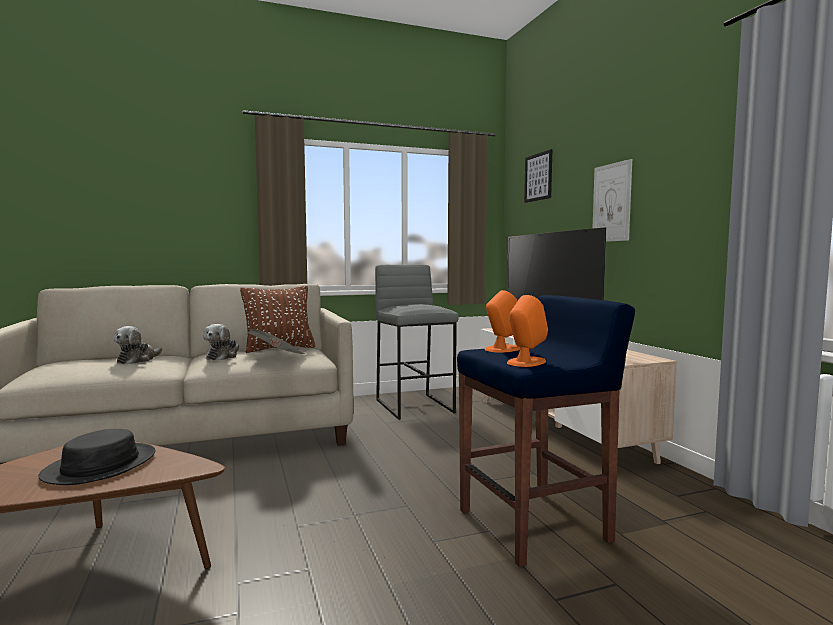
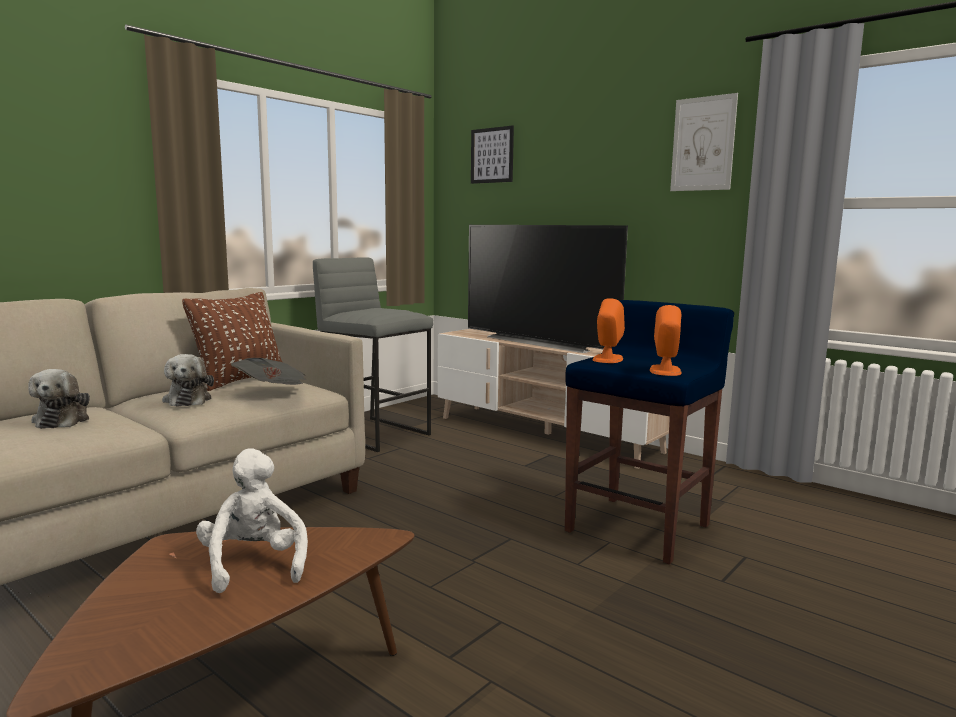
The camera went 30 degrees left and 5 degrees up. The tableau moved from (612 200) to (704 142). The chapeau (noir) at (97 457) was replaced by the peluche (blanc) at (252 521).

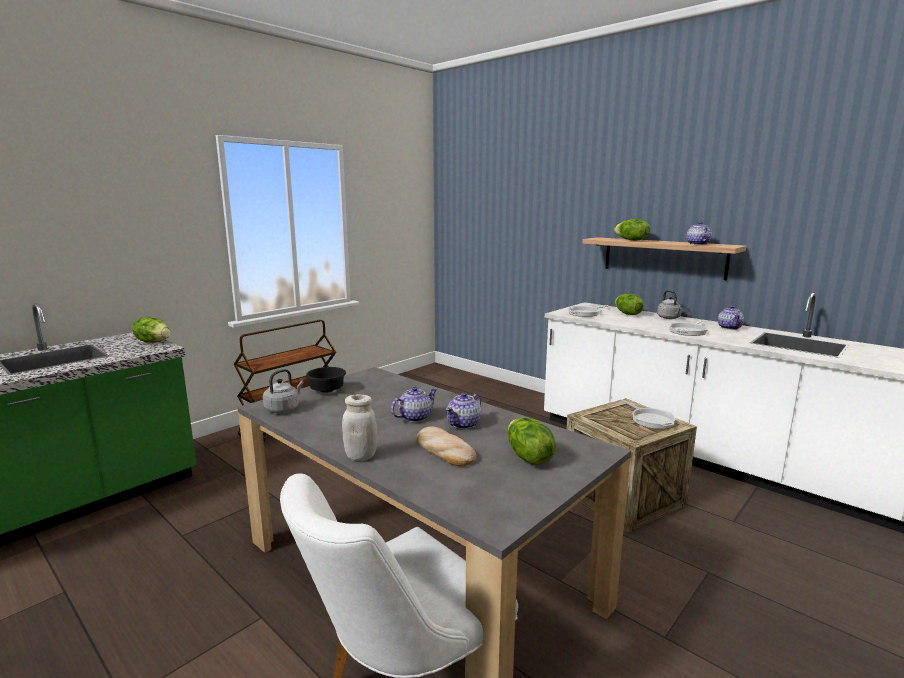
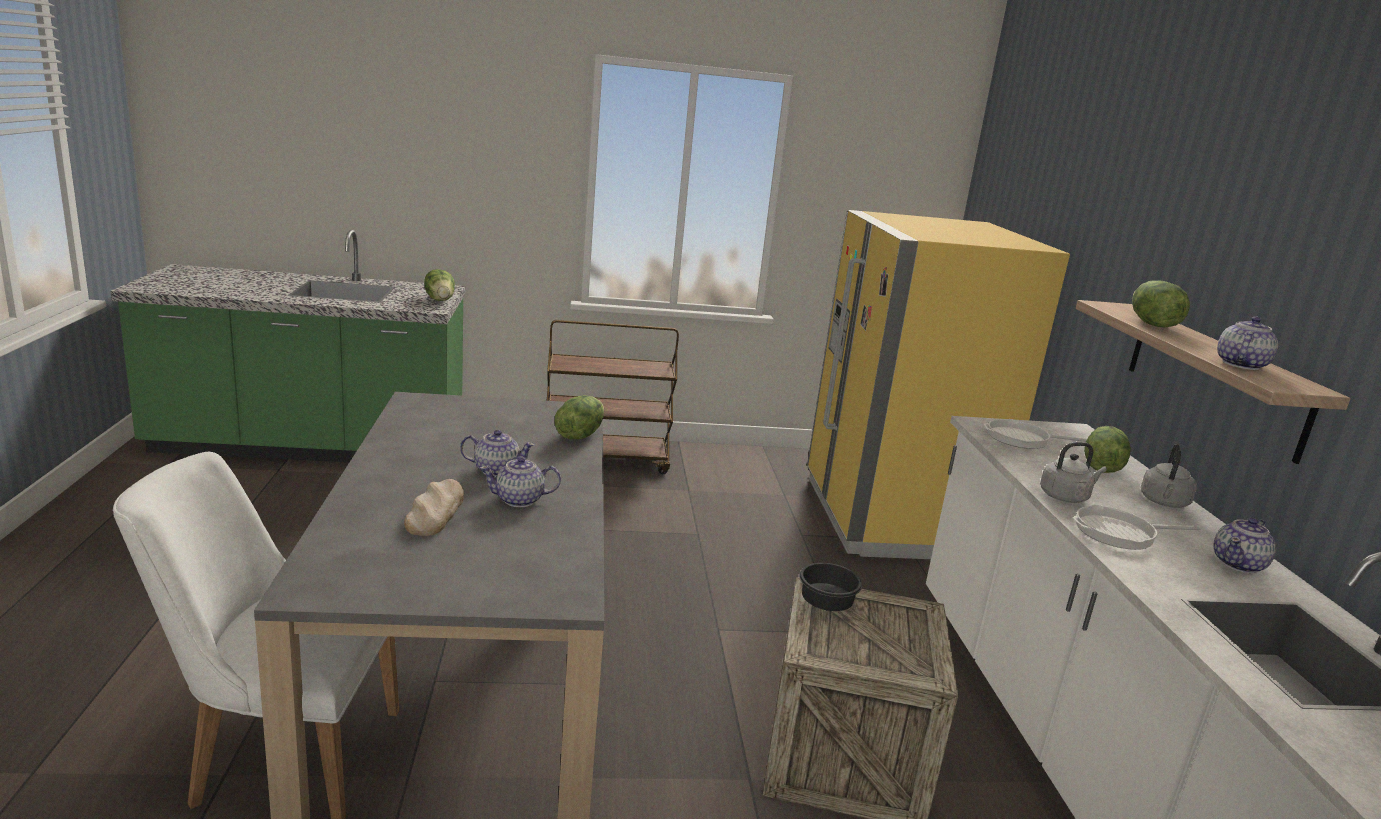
The camera went 40 degrees right and 5 degrees up. The bocal (blanc) at (359 427) disappeared. The poêle at (648 414) disappeared. The réfrigérateur (jaune) at (938 384) appeared. The bouilloire (gris) moved from (283 391) to (1073 472). The bol (noir) moved from (326 380) to (830 587). The laitue moved from (532 441) to (579 417).

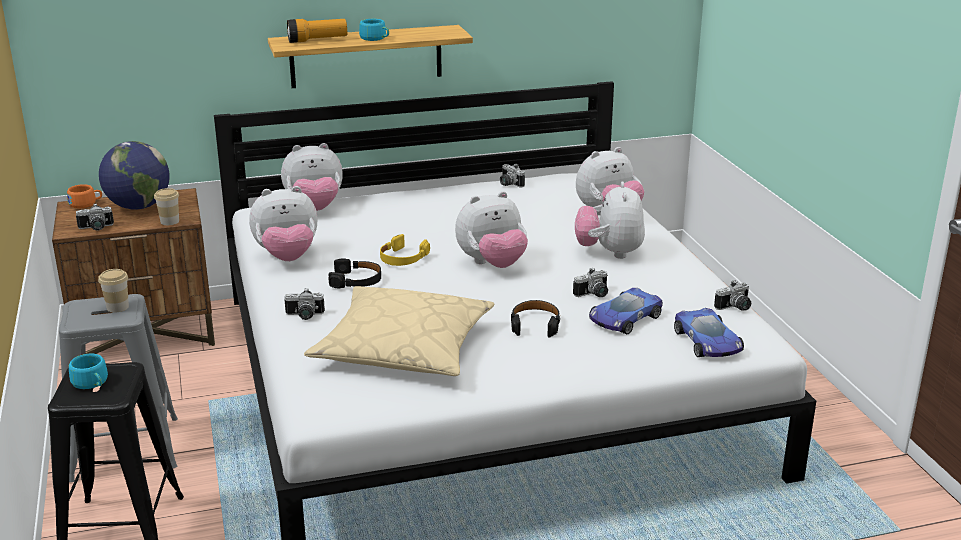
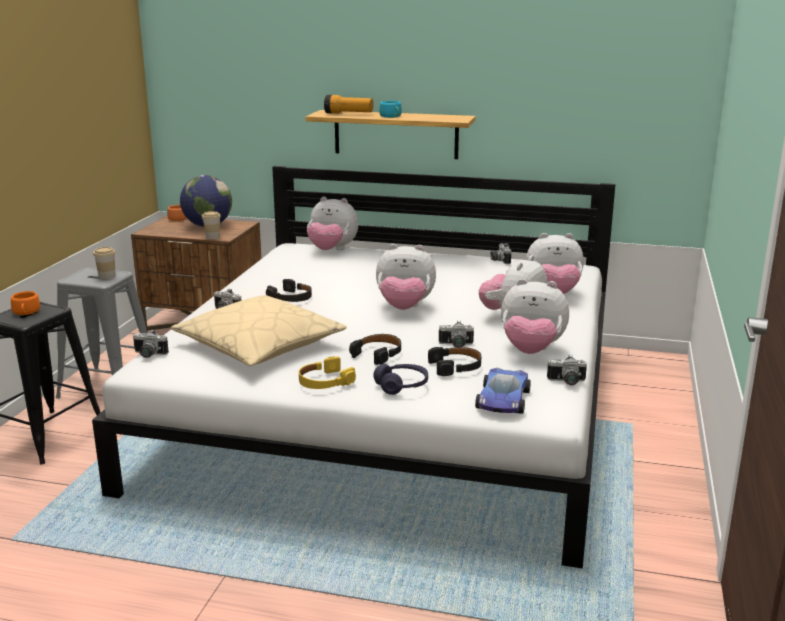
The camera went 30 degrees right and 5 degrees down. The casque audio (violet) at (400 379) appeared. The appareil photo moved from (95 217) to (151 343). The peluche moved from (283 223) to (535 316). The casque audio (jaune) moved from (405 250) to (327 373). The petite voiture at (626 311) was replaced by the casque audio (noir) at (454 361). The tasse (turquoise) at (88 371) became the tasse (orange) at (25 303).

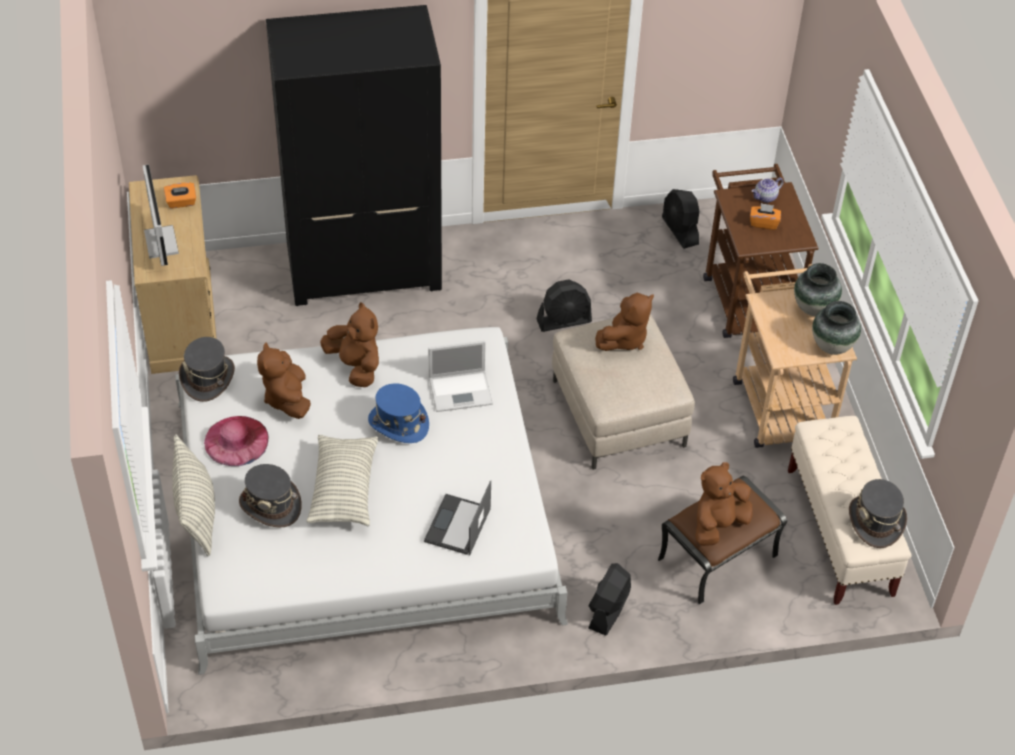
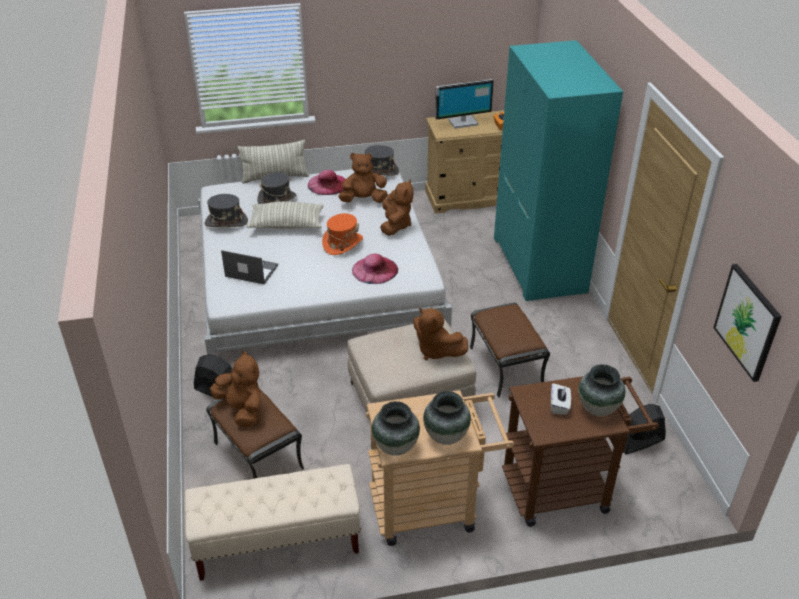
The camera went 90 degrees right and 10 degrees down. The tableau at (747 323) appeared. The chapeau (gris) moved from (878 513) to (226 210). The ordinateur portable at (460 376) was replaced by the chapeau (rose) at (375 269). The ventilateur (noir) at (564 306) was replaced by the pouf (marron) at (510 350). The théière at (768 190) was replaced by the vase at (601 390). The armoire (noir) at (354 155) became the armoire (turquoise) at (558 170). The chapeau (bleu) at (398 413) became the chapeau (orange) at (342 234). The boîte à mouchoirs (orange) at (765 216) became the boîte à mouchoirs (blanc) at (561 399). The peluche (marron) at (349 344) turned 45 degrees counterclockwise.

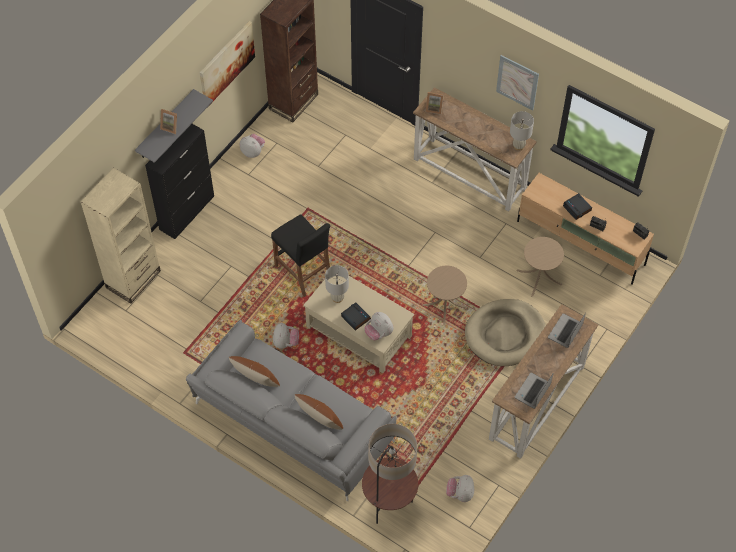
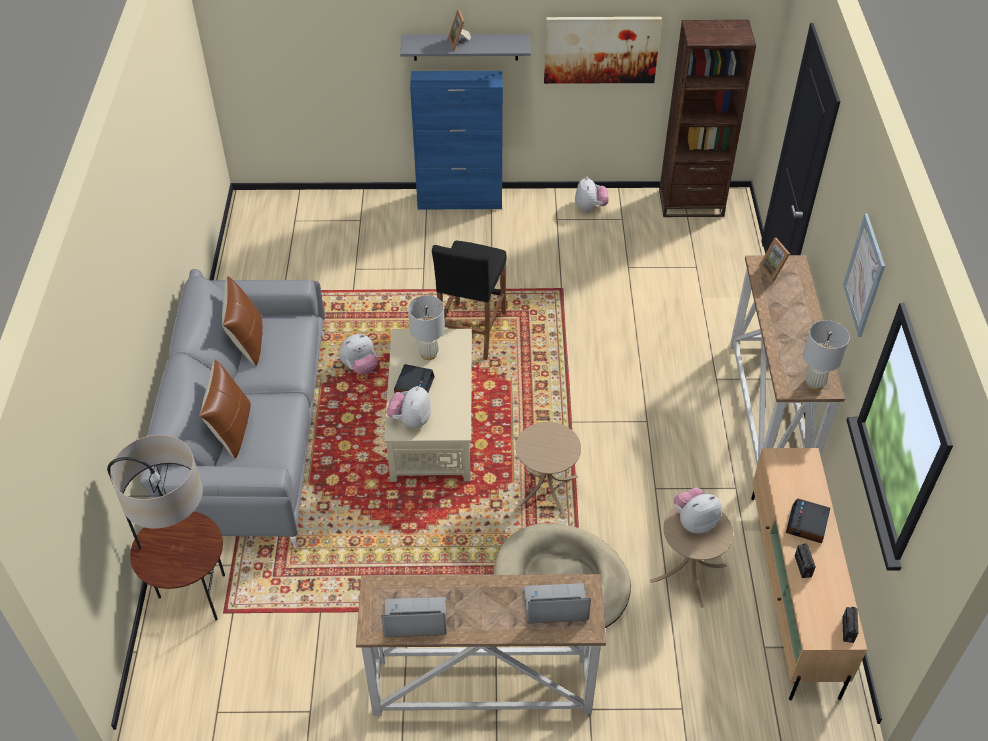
The camera went 55 degrees right and 10 degrees down. The bibliothèque (beige) at (120 235) disappeared. The peluche moved from (460 488) to (698 510). The meuble de rangement (noir) at (179 181) became the meuble de rangement (bleu) at (456 140).

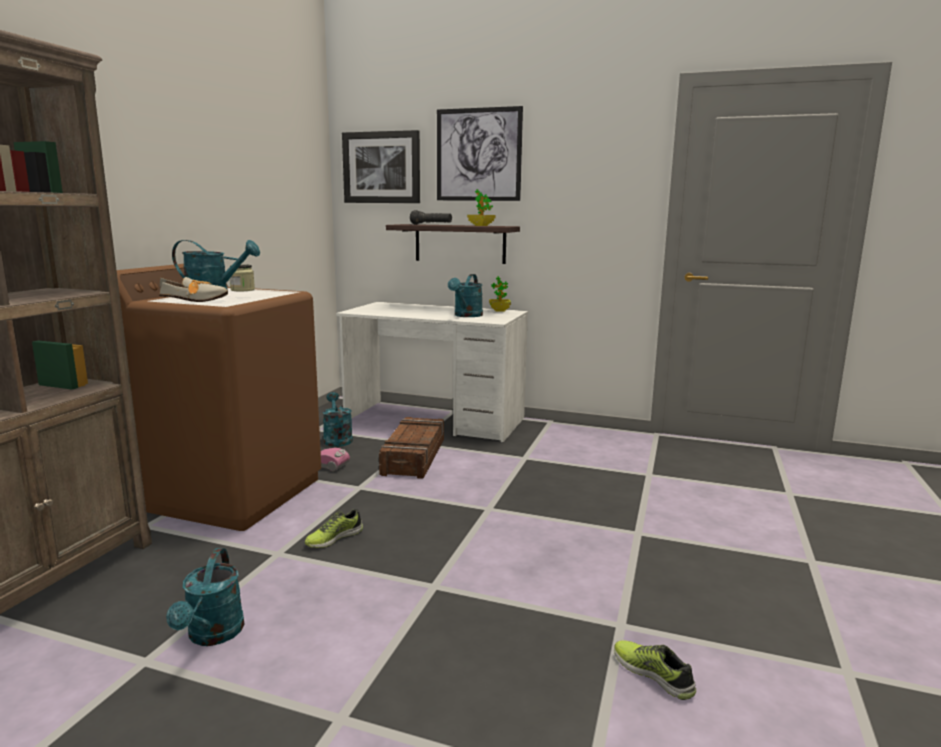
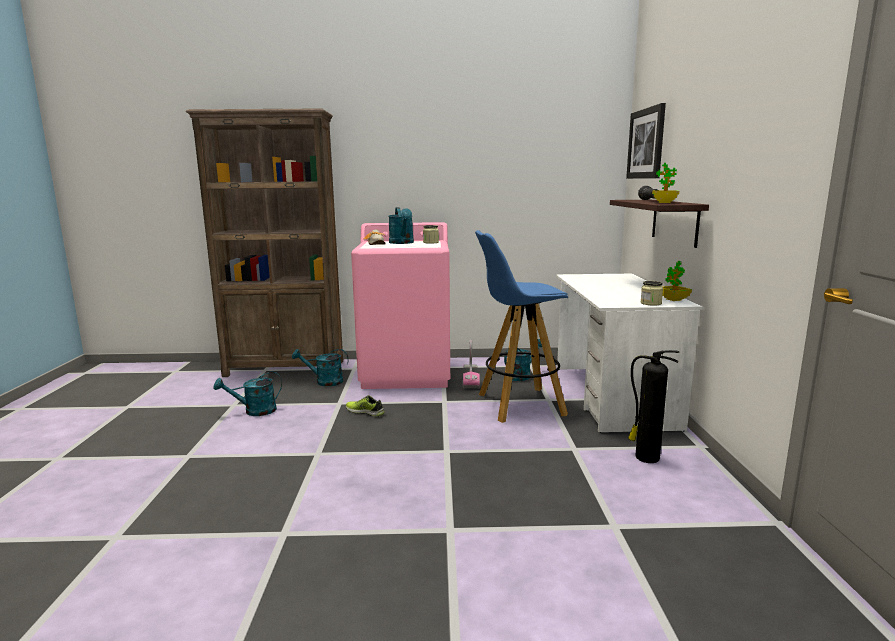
The camera went 70 degrees right and 0 degrees up. The tableau at (480 153) disappeared. The chaussure at (655 670) disappeared. The extincteur at (653 406) appeared. The bocal at (652 293) appeared. The arrosoir (turquoise) moved from (465 295) to (320 367). The caisse at (411 448) was replaced by the tabouret (bleu) at (521 326). The lave-linge (marron) at (219 397) became the lave-linge (rose) at (400 305).

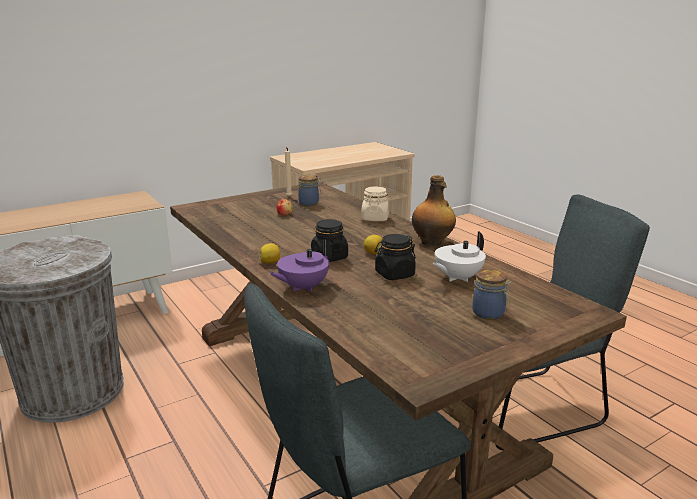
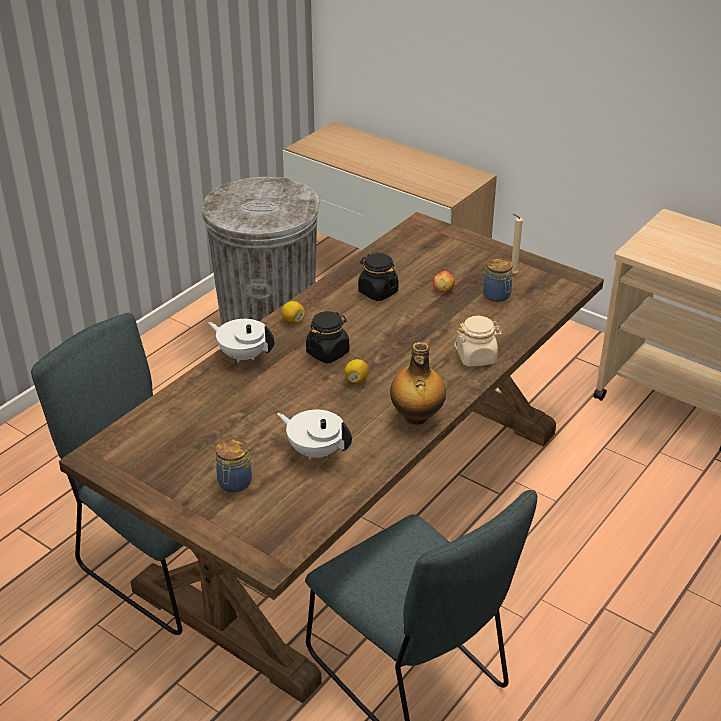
The camera went 70 degrees right and 15 degrees up. The bocal (noir) moved from (395 257) to (378 277). The théière (violet) at (300 265) became the théière (blanc) at (241 340).

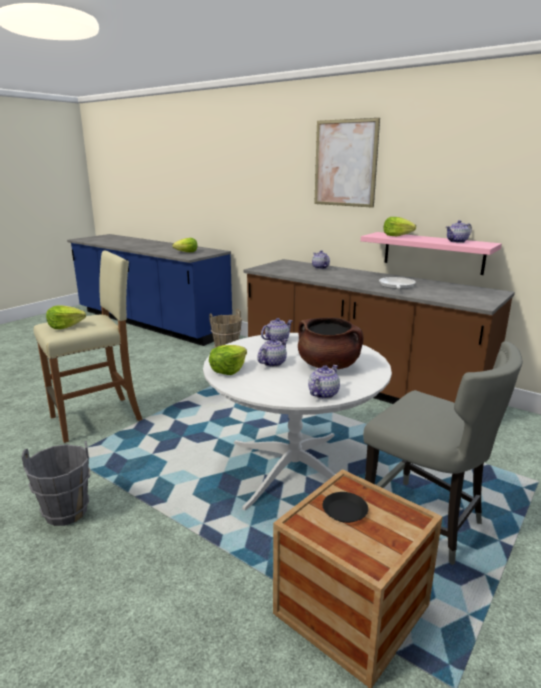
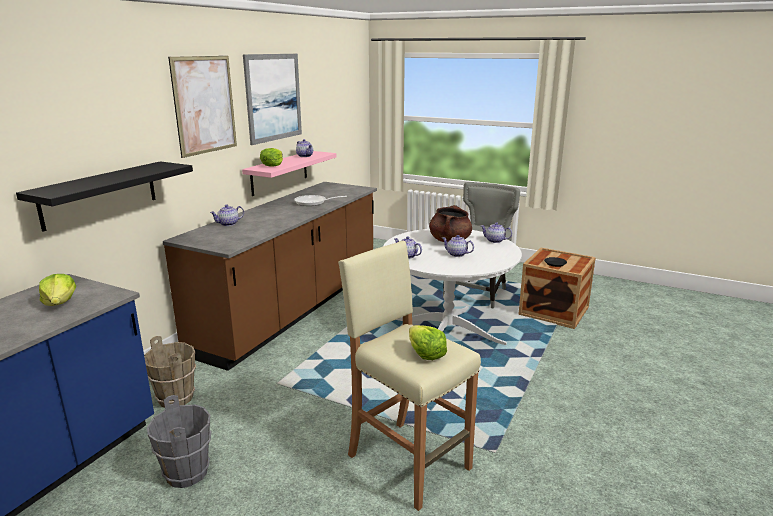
The camera went 100 degrees left and 0 degrees up. The laitue at (228 360) disappeared. The étagère (noir) at (104 196) appeared. The tableau at (272 99) appeared. The seau (gris) moved from (56 483) to (179 441).

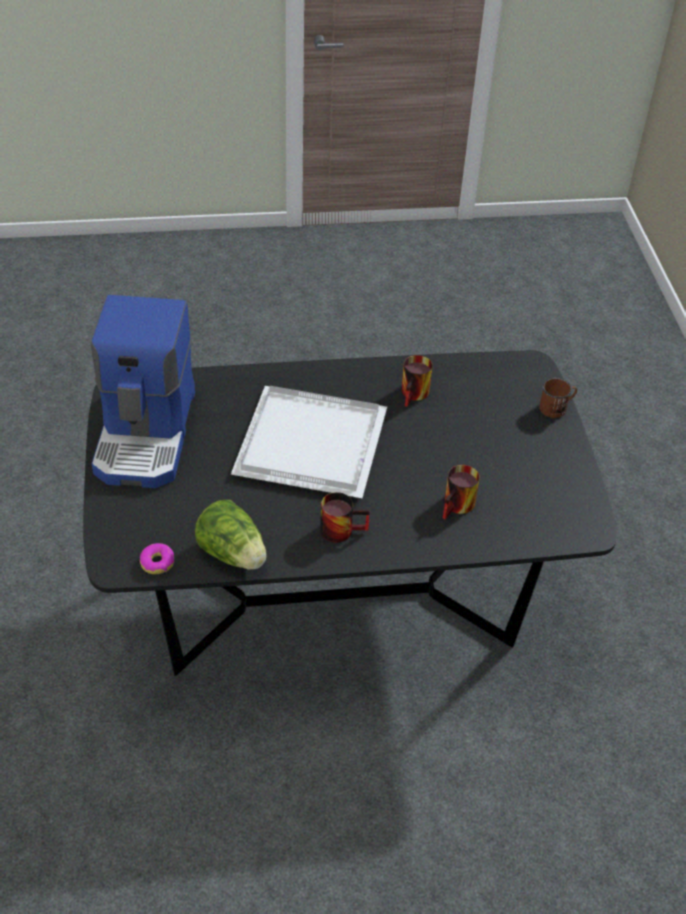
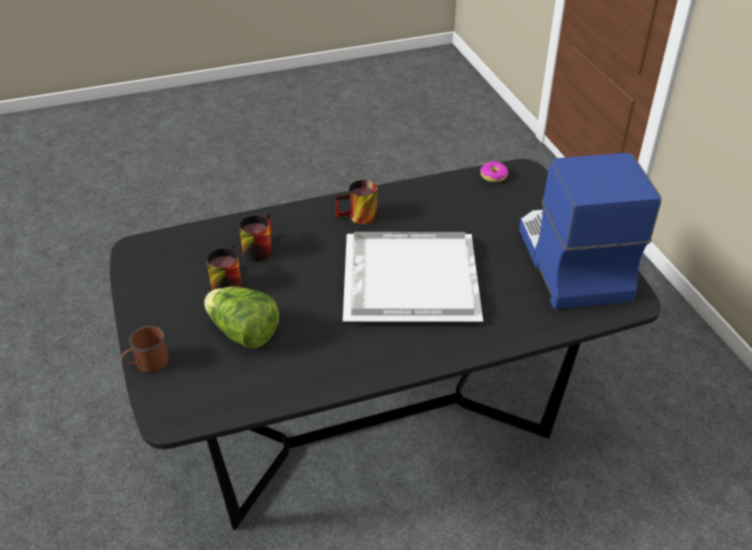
The camera went 170 degrees right and 5 degrees down. The laitue moved from (230 535) to (241 317). The mug moved from (417 381) to (224 266).

